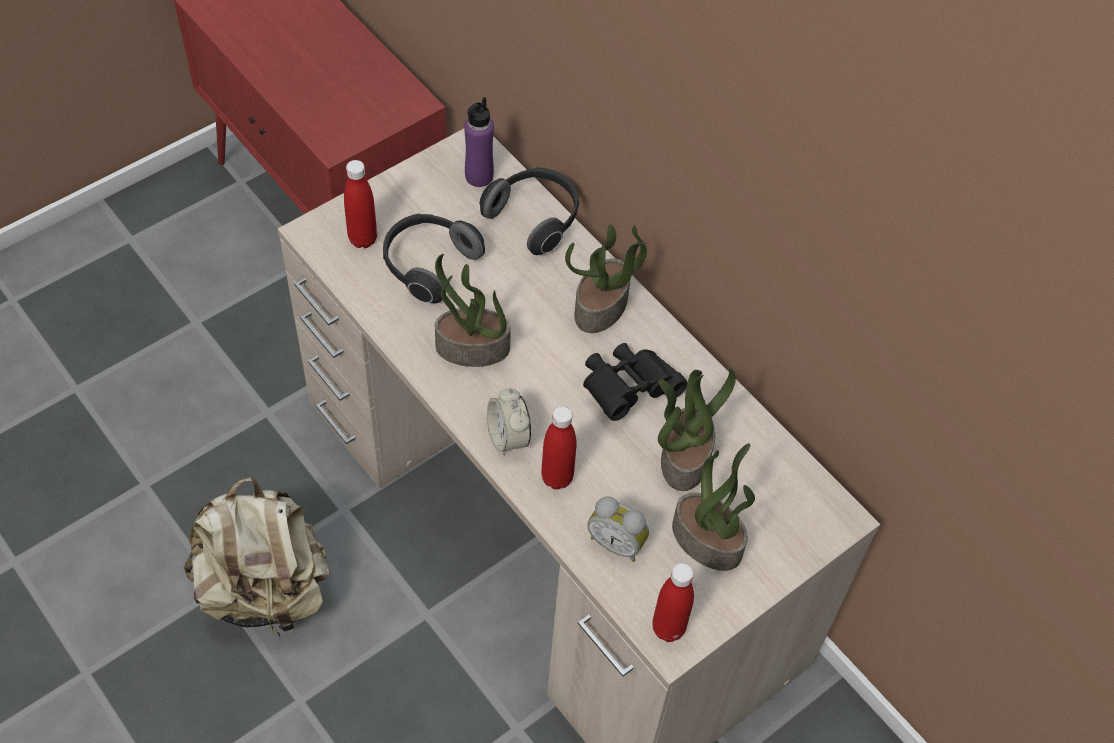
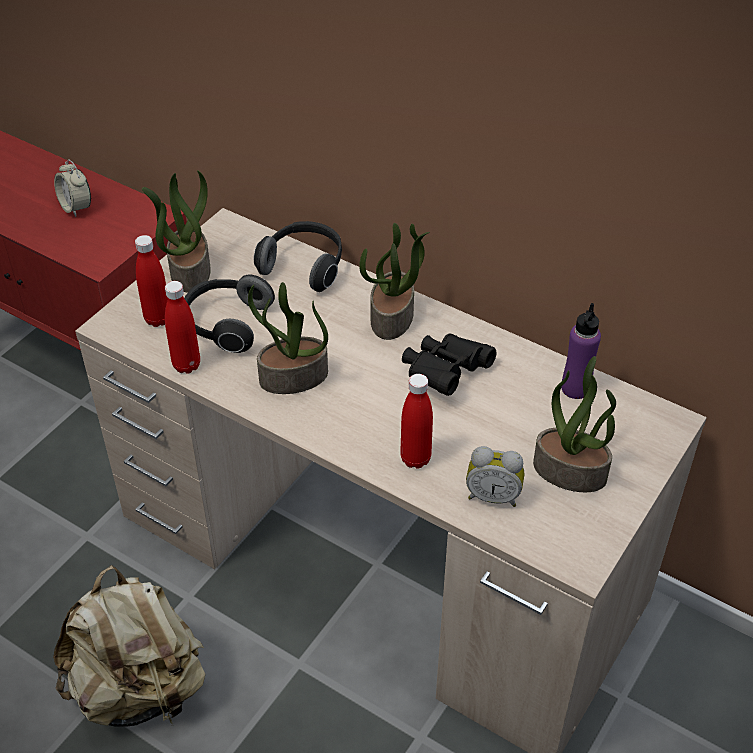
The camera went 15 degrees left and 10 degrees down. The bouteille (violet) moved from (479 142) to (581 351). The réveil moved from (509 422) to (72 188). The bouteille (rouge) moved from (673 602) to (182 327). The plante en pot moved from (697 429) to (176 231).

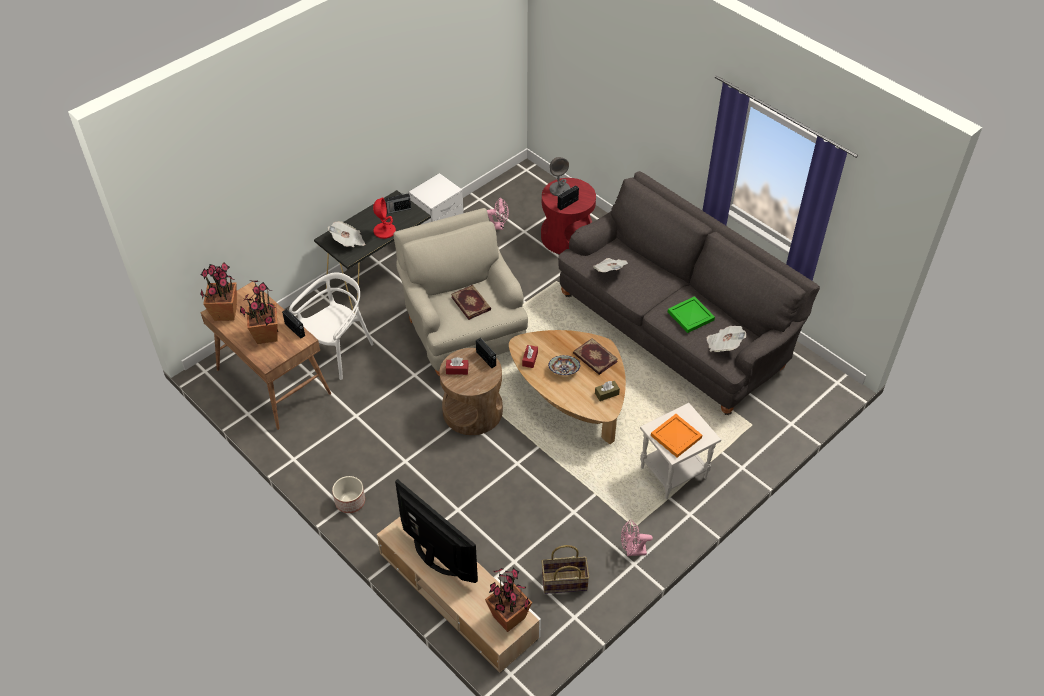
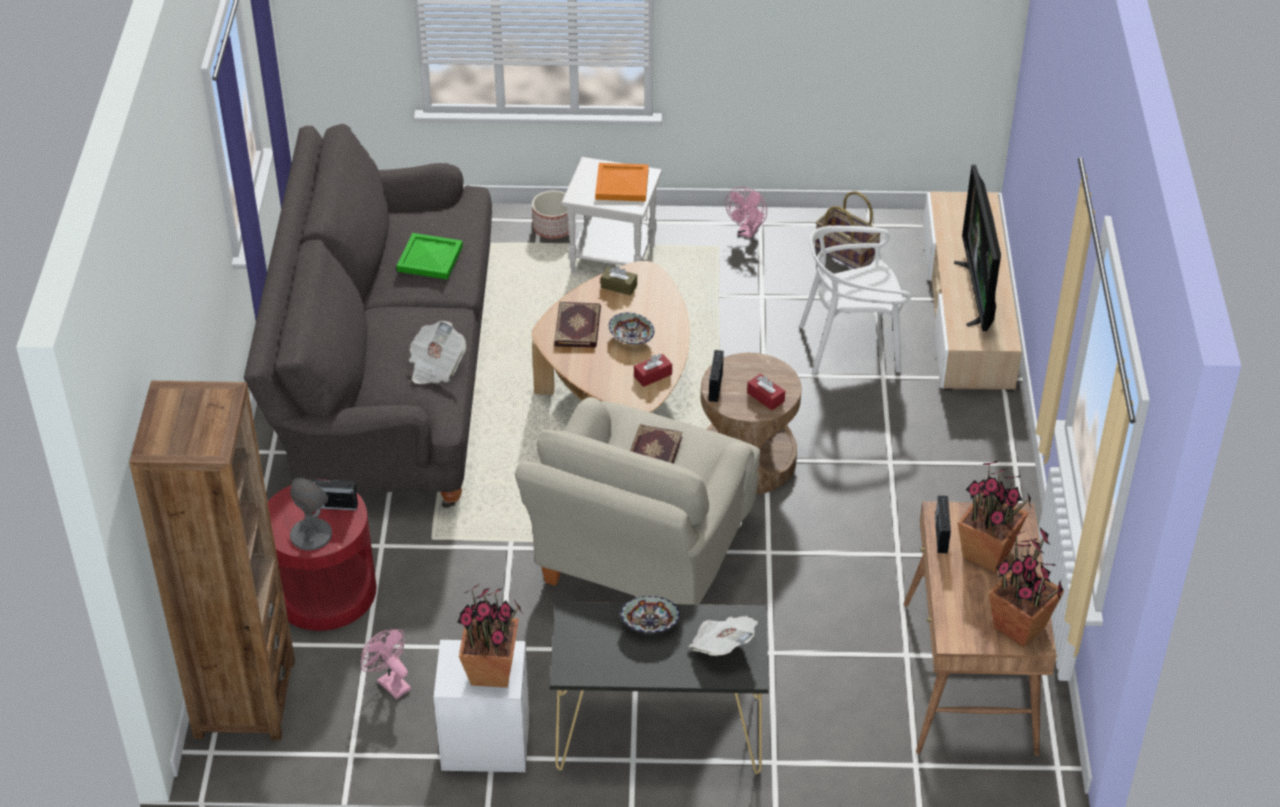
The camera went 135 degrees left and 5 degrees down. The radio at (398 203) disappeared. The journal at (726 339) disappeared. The bibliothèque (marron) at (212 561) appeared. The chaise (blanc) moved from (331 326) to (855 300). The cache-pot moved from (348 494) to (550 215). The plante en pot moved from (508 600) to (489 636). The lampe de table (rouge) at (384 218) was replaced by the bol at (650 614). The ventilateur (rose) at (637 538) turned 75 degrees clockwise.

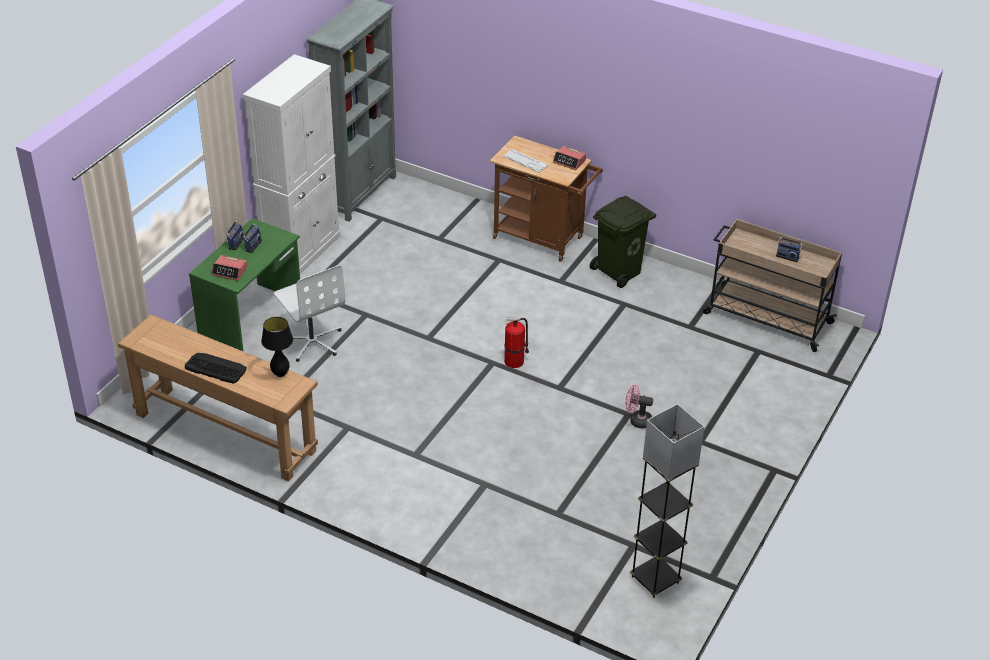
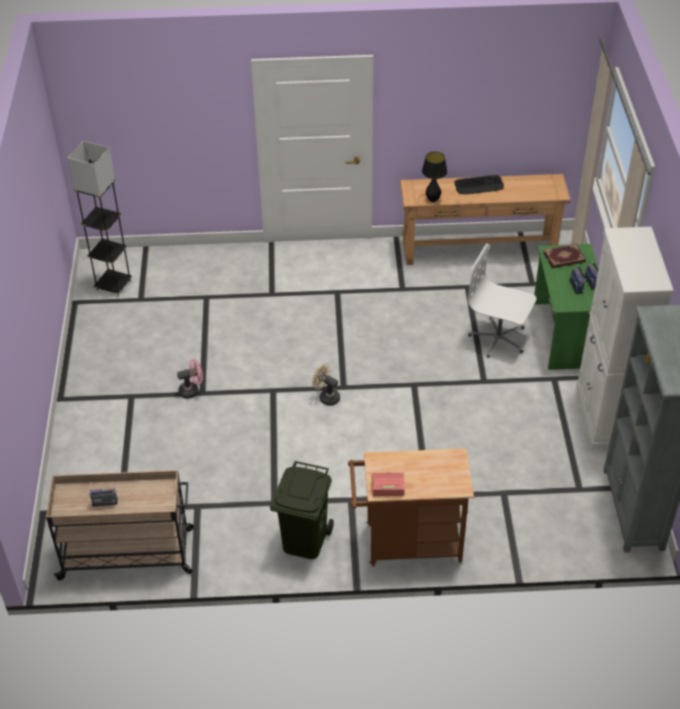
The camera went 150 degrees right and 5 degrees up. The clavier at (525 161) disappeared. The réveil at (229 268) was replaced by the livre at (564 255). The extincteur at (516 342) was replaced by the ventilateur (beige) at (326 385).

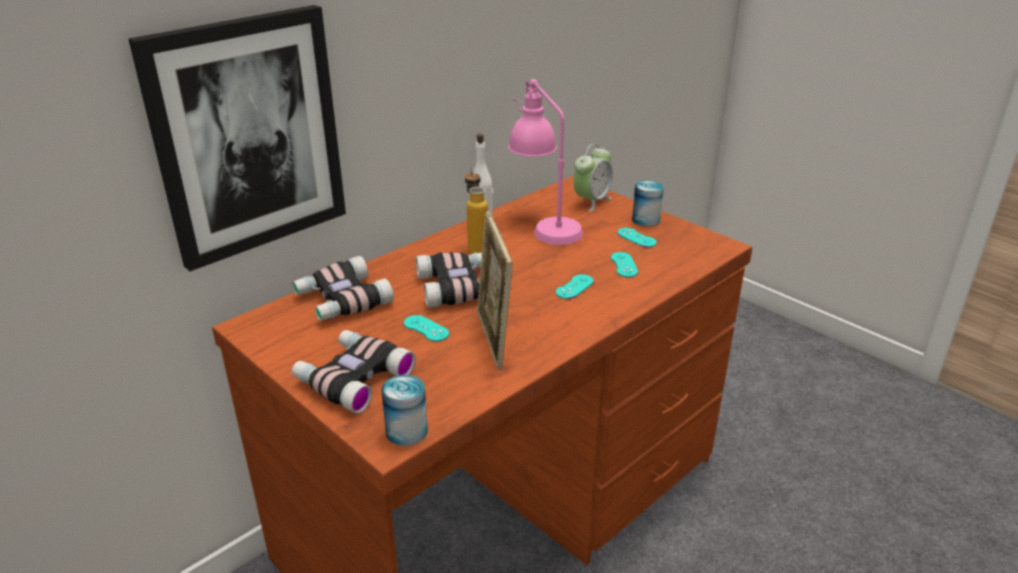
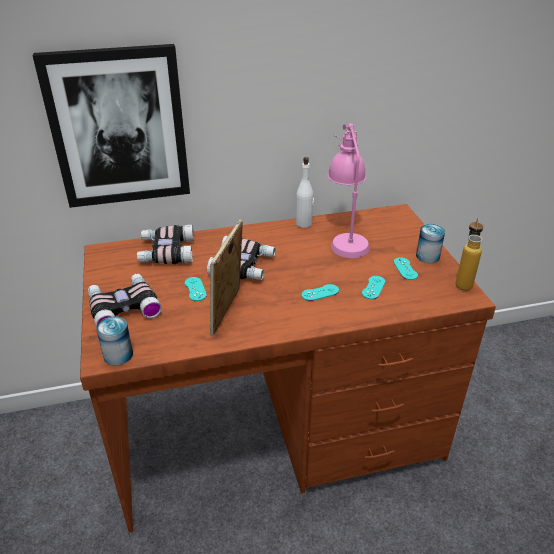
The camera went 30 degrees right and 5 degrees up. The réveil at (593 178) disappeared. The bouteille moved from (476 210) to (469 253).

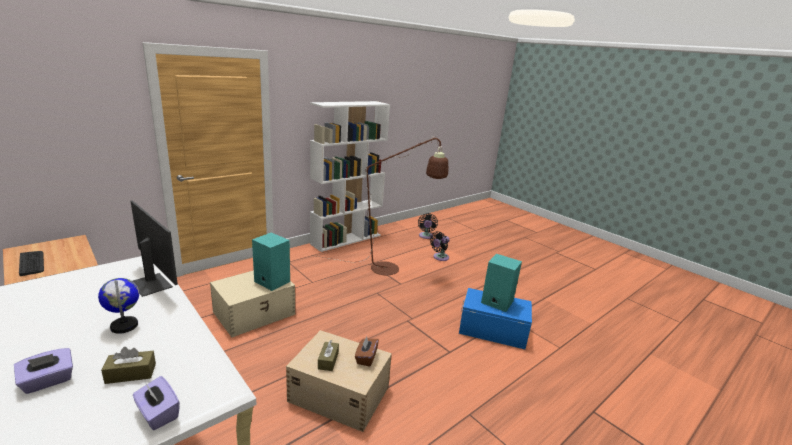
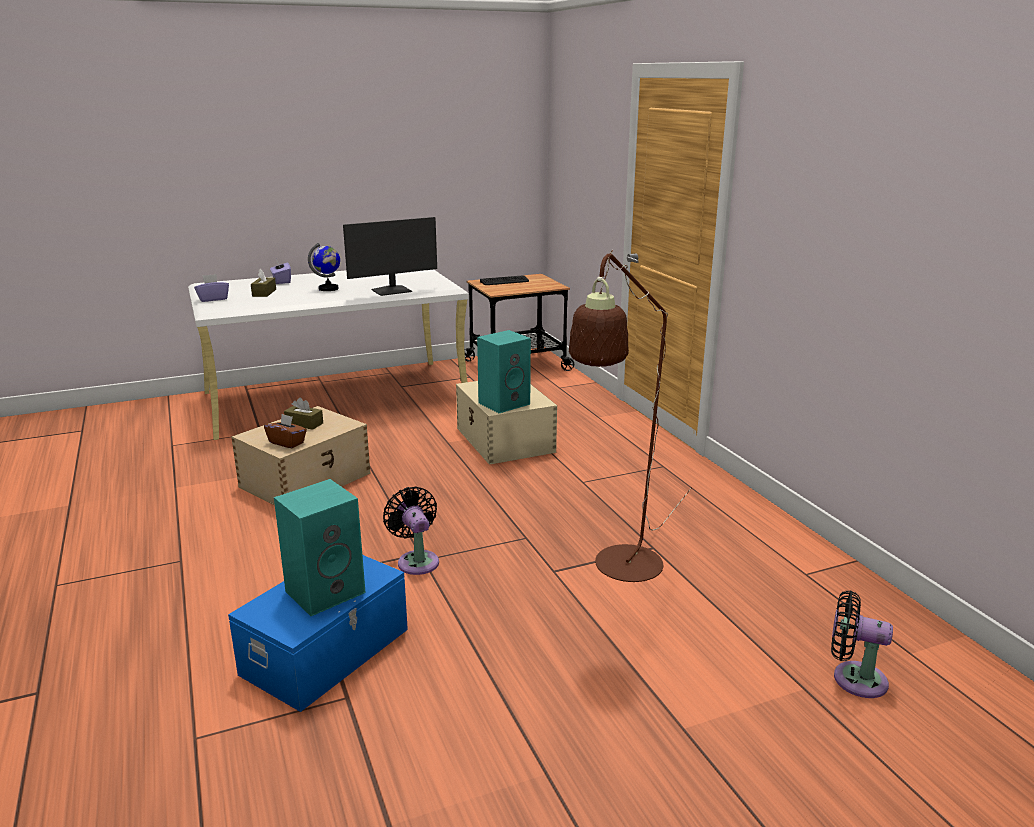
The camera went 110 degrees right and 0 degrees up. The bibliothèque (blanc) at (350 176) disappeared. The ventilateur (noir) moved from (440 246) to (411 531).

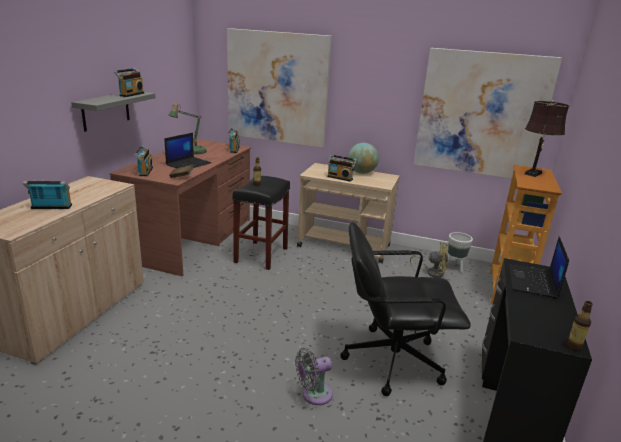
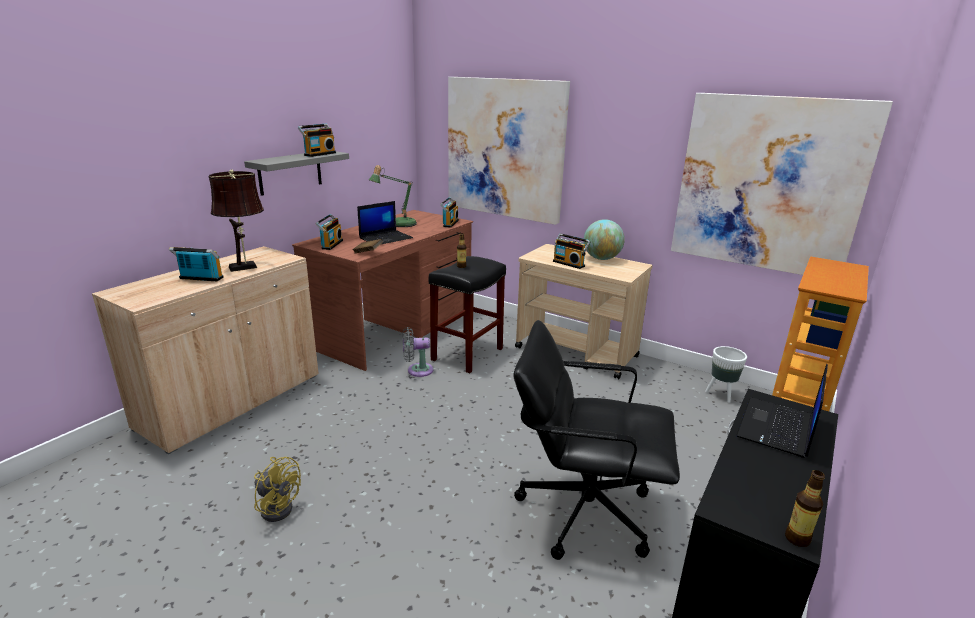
The camera went 15 degrees right and 0 degrees up. The ventilateur (gris) moved from (314 376) to (418 352). The ventilateur (jaune) moved from (429 260) to (277 489). The lampe de table (marron) moved from (546 138) to (236 220).

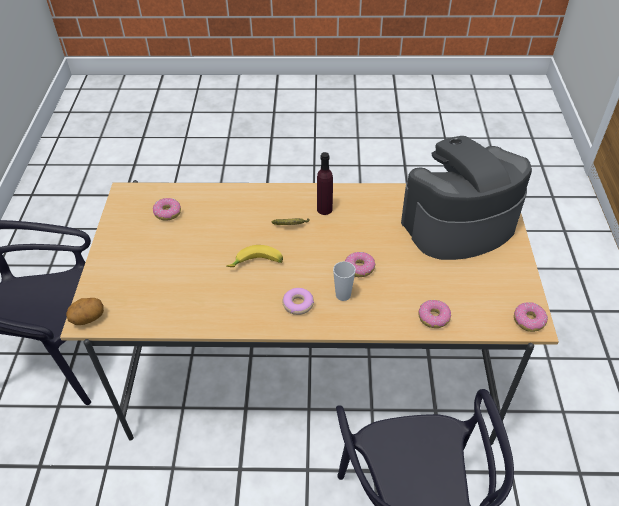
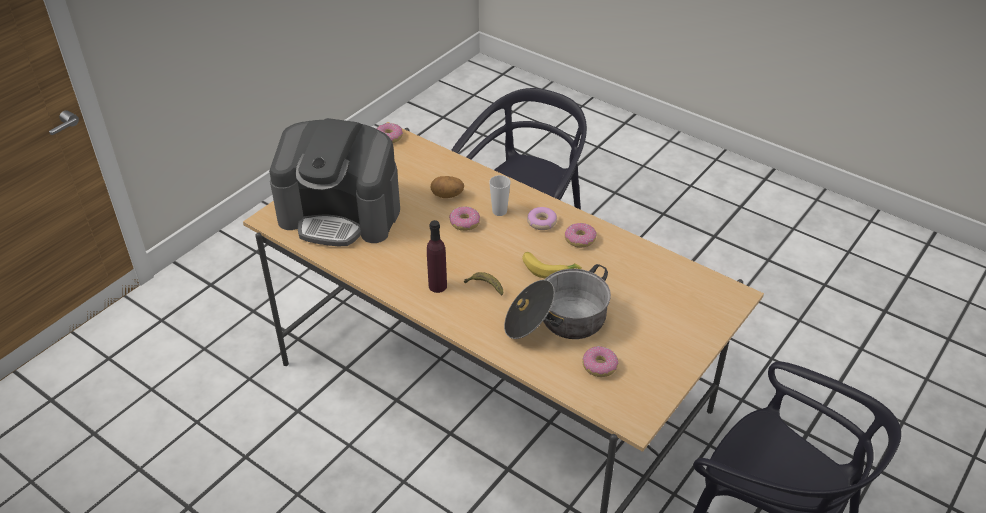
The camera went 145 degrees left and 5 degrees down. The marmite at (557 301) appeared. The pomme de terre moved from (85 311) to (447 187). The beignet moved from (435 314) to (581 235).

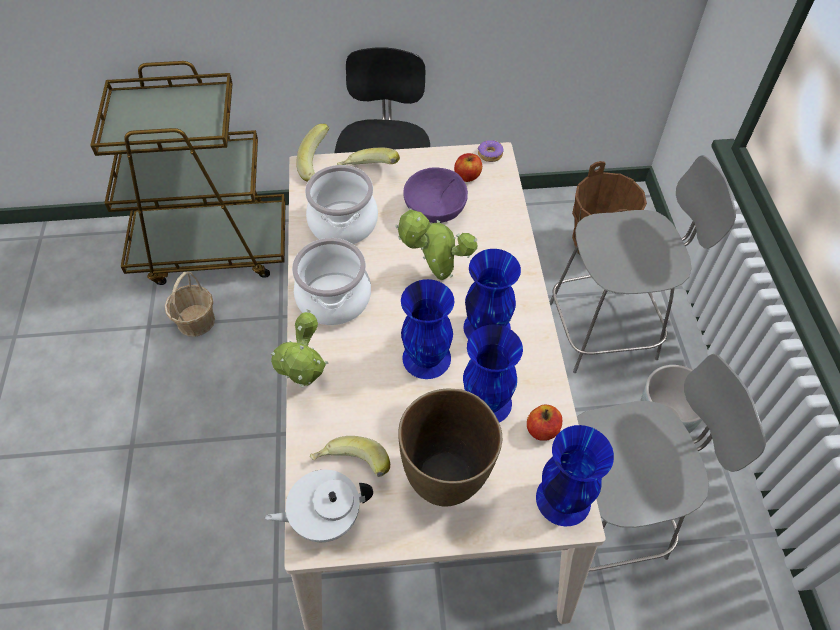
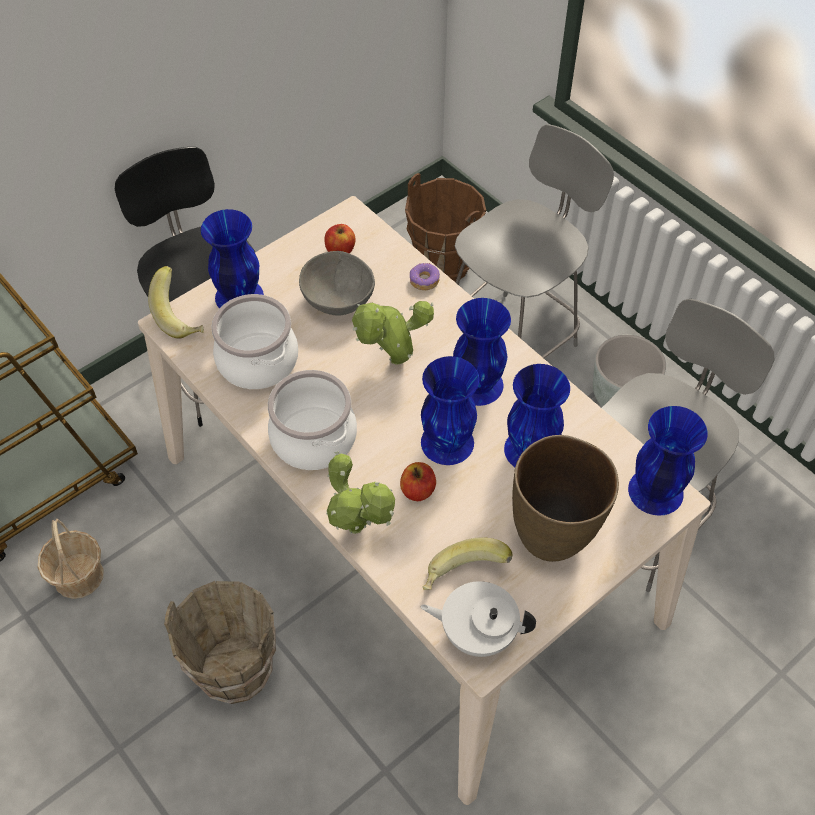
The camera went 35 degrees left and 0 degrees up. The seau (marron) at (220 642) appeared. The beignet moved from (490 151) to (425 276). The pomme moved from (544 422) to (418 481). The banane at (368 156) was replaced by the vase (bleu) at (232 259). The bol (violet) at (435 195) became the bol (gris) at (337 283). The théière (blanc) at (319 506) turned 60 degrees clockwise.

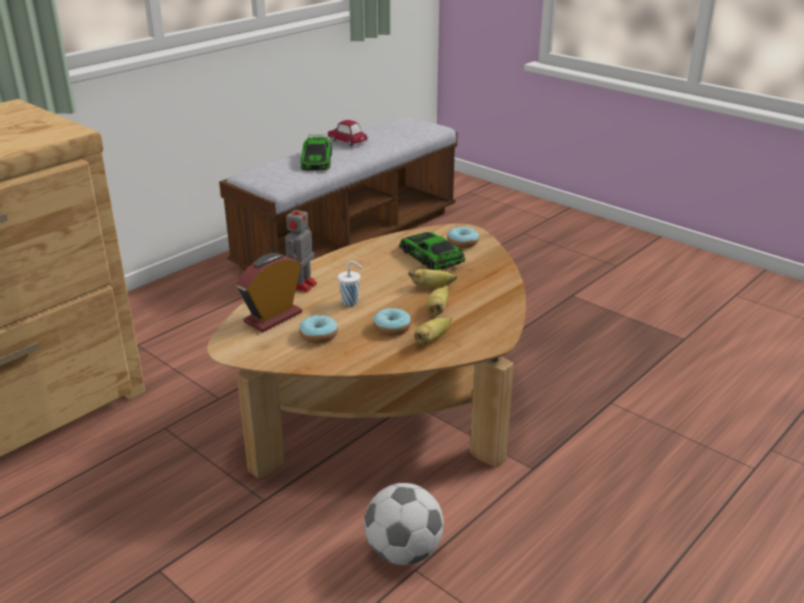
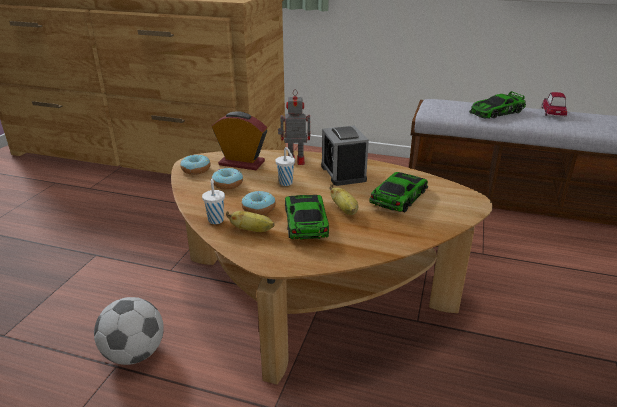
The camera went 65 degrees right and 0 degrees up. The tasse (blanc) at (213 201) appeared. The réveil at (345 155) appeared. The beignet moved from (463 237) to (195 165). The banane at (438 300) was replaced by the petite voiture at (307 217).

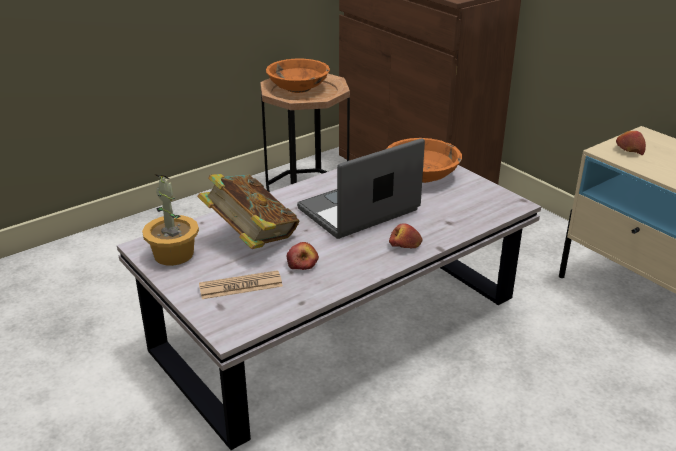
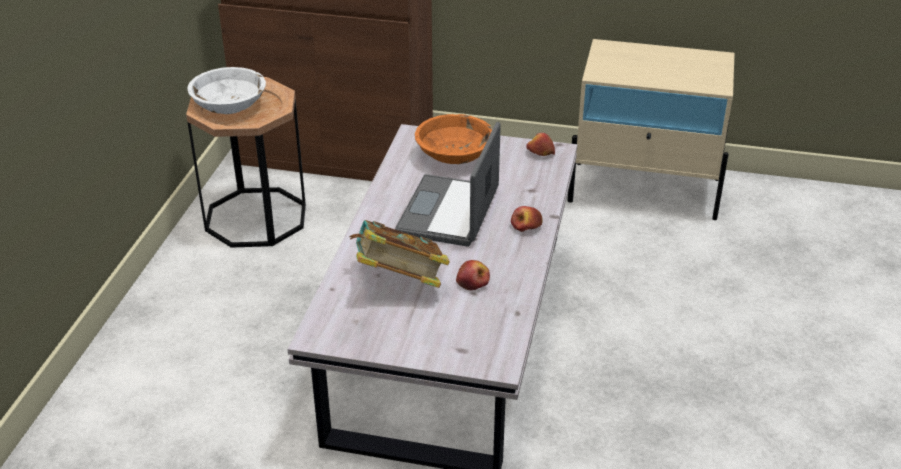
The camera went 40 degrees left and 5 degrees up. The plante en pot at (170 220) disappeared. The journal at (241 284) disappeared. The pomme moved from (631 143) to (540 144). The bol (orange) at (298 76) became the bol (blanc) at (226 90).

